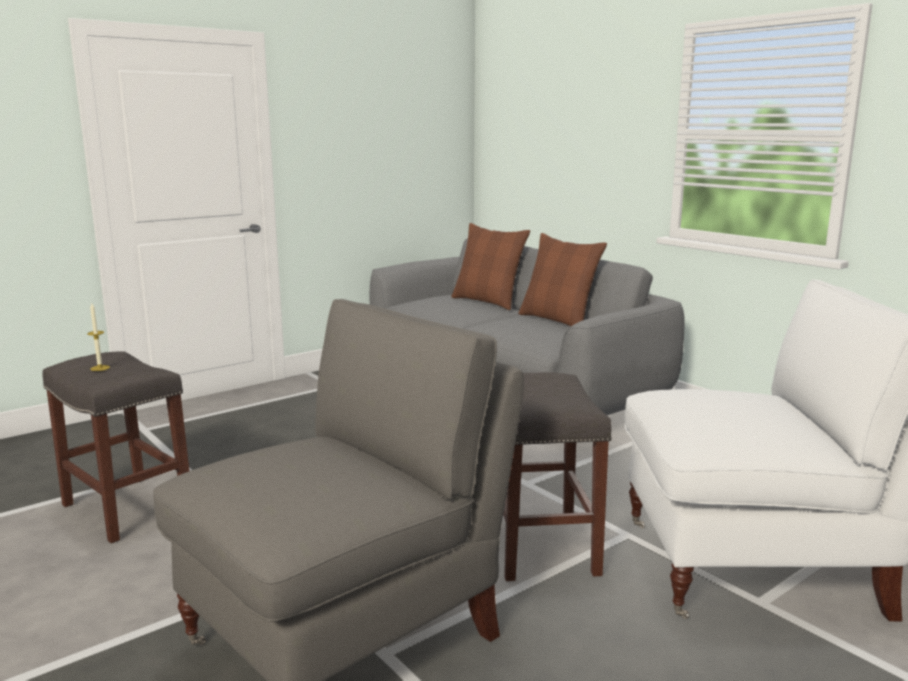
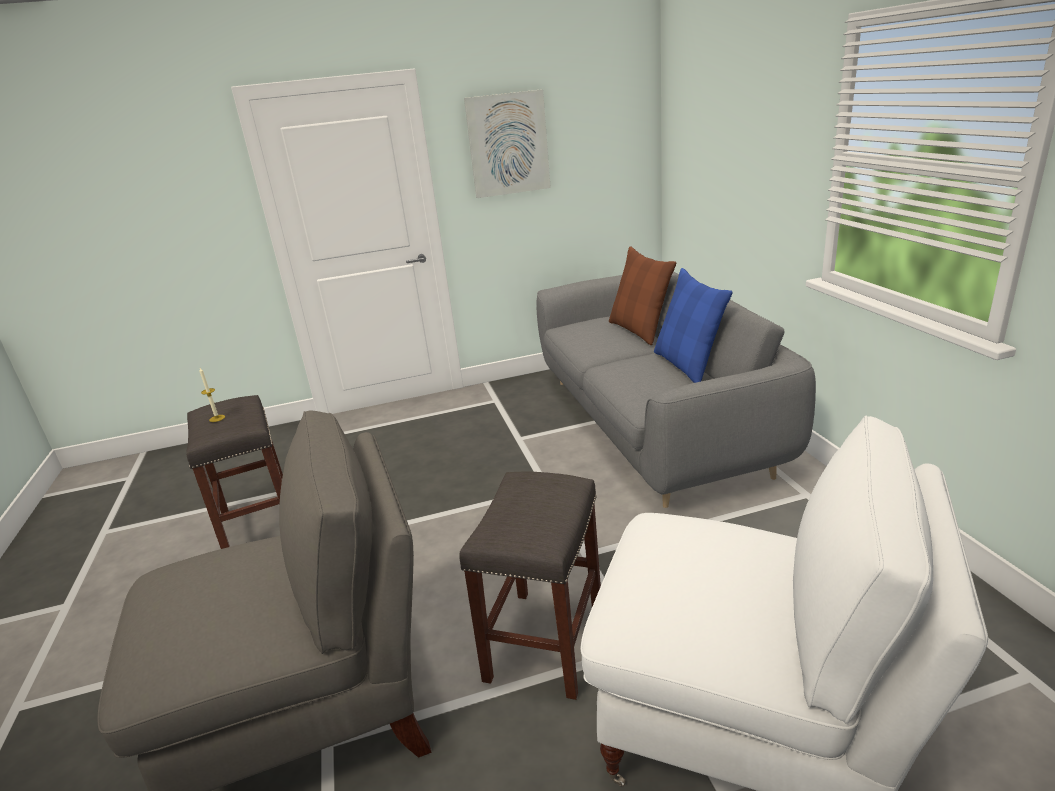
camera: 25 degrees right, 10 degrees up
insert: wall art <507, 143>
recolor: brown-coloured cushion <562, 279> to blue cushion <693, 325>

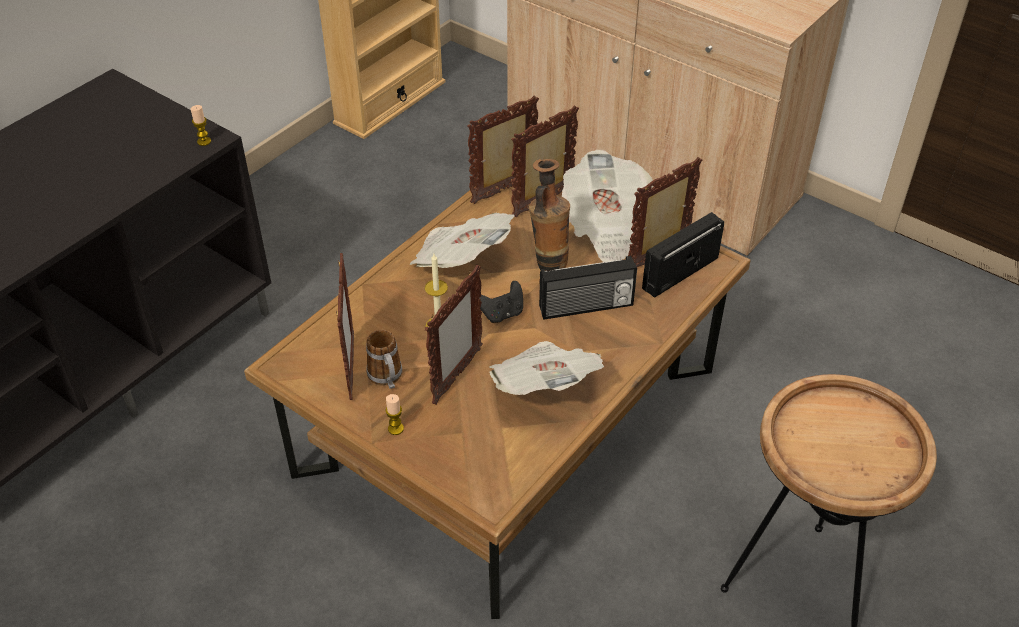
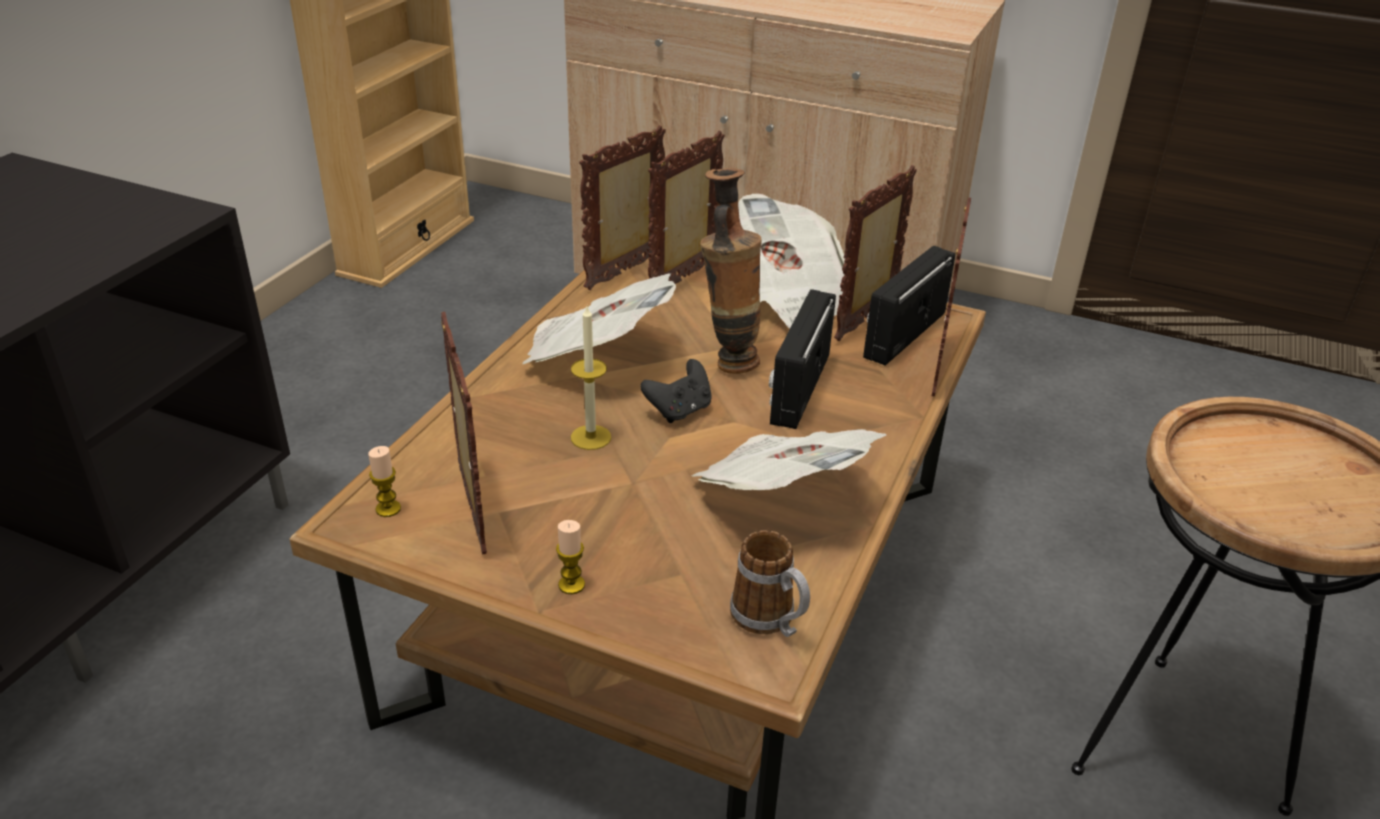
camera: 15 degrees left, 10 degrees down
move: wax candle <201, 125> to <384, 481>; standing frame <454, 334> to <951, 297>; coffee mug <384, 359> to <770, 583>
rotate: radio receiver <588, 288> = <802, 359> 135 degrees clockwise

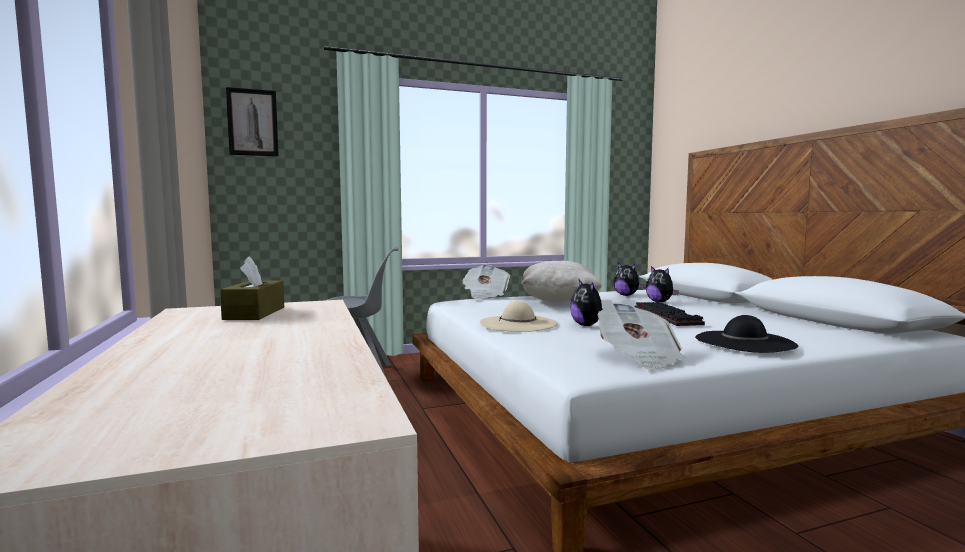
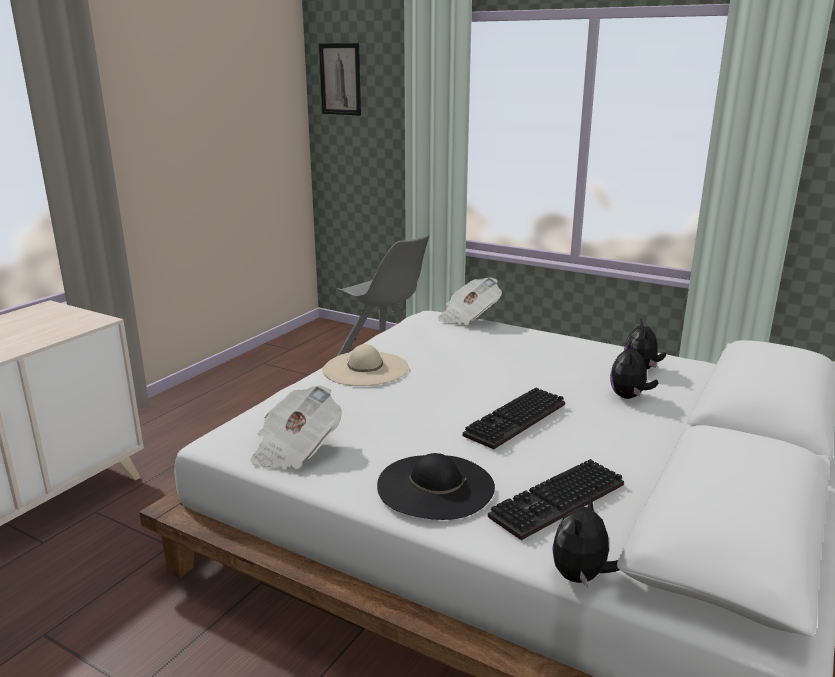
camera: 50 degrees right, 15 degrees up
delete: brown-coloured box of tissues <252, 288>; beige cushion <561, 281>
insert: PC keyboard <556, 499>
move: soft toy <586, 303> to <585, 540>

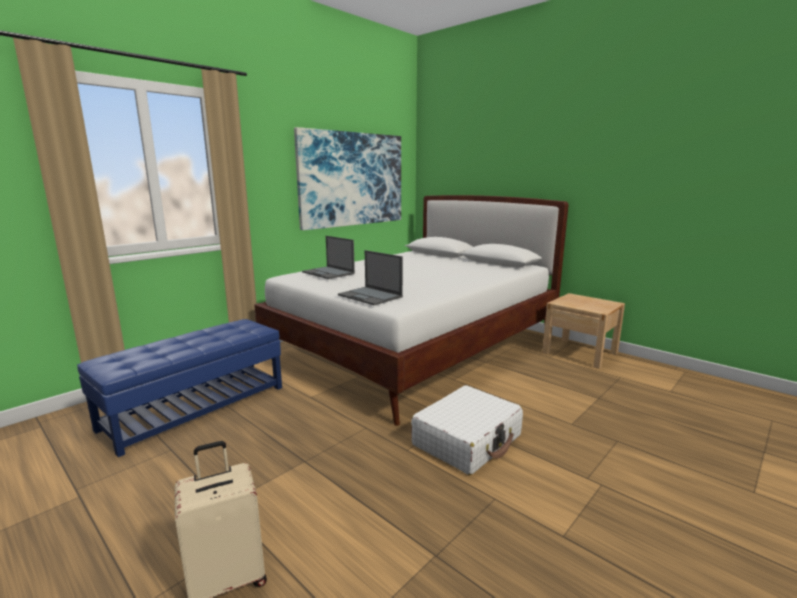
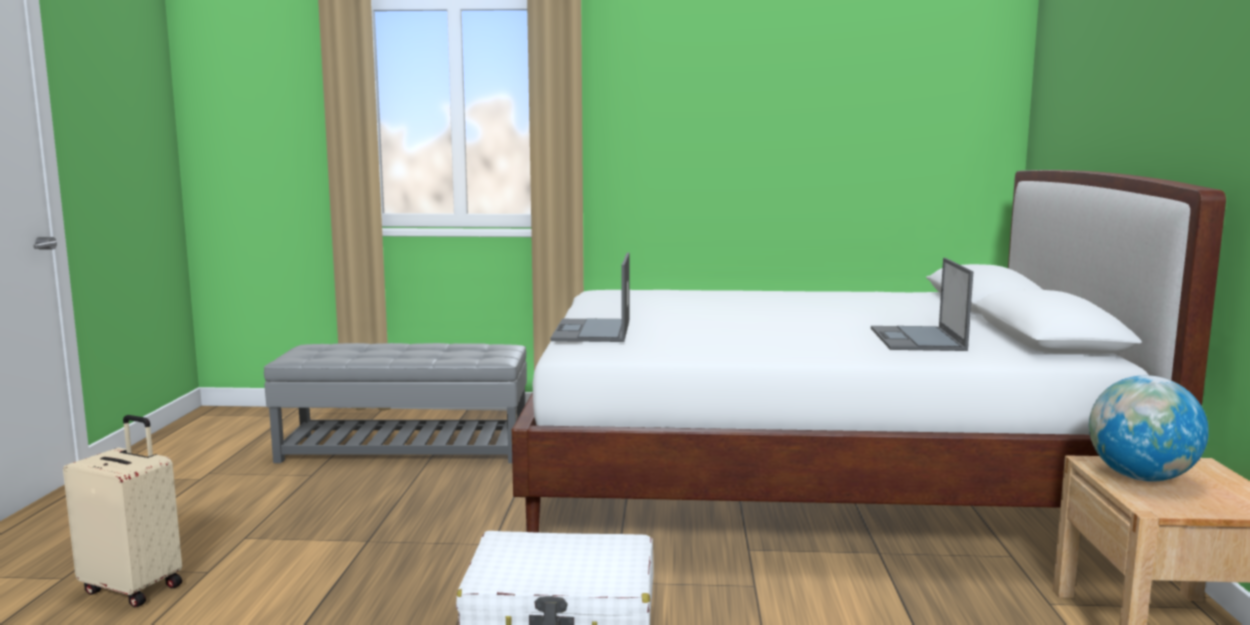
camera: 50 degrees right, 5 degrees down
delete: wall art <347, 178>
insert: desk globe <1149, 428>
move: notebook computer <328, 257> to <922, 304>
recolor: blue pouffe <179, 388> to grey pouffe <395, 403>

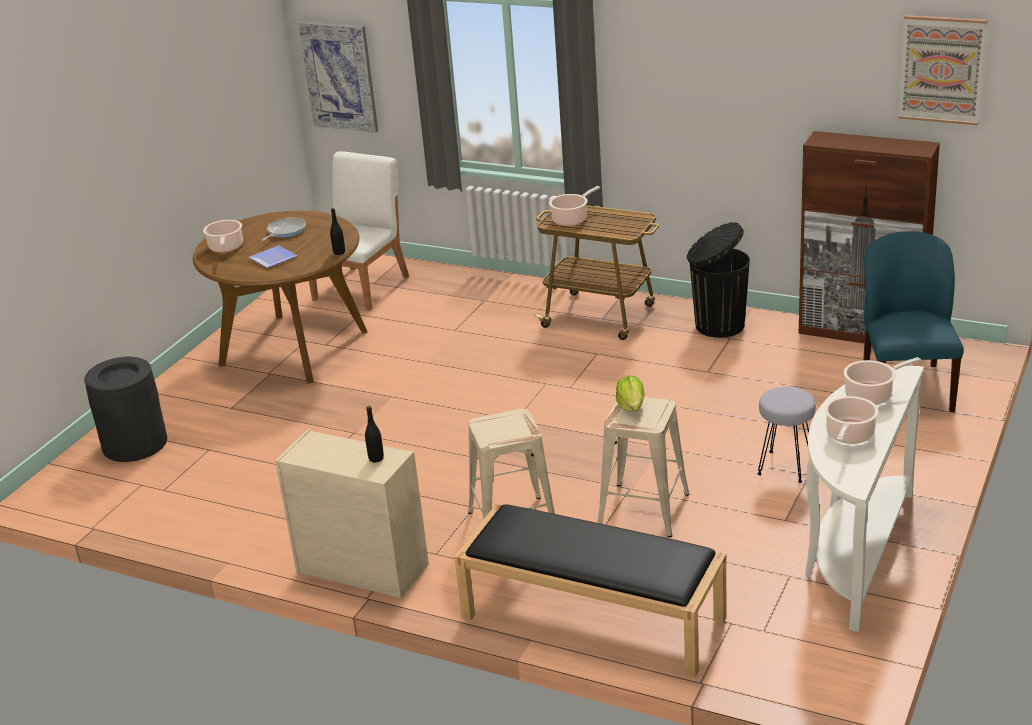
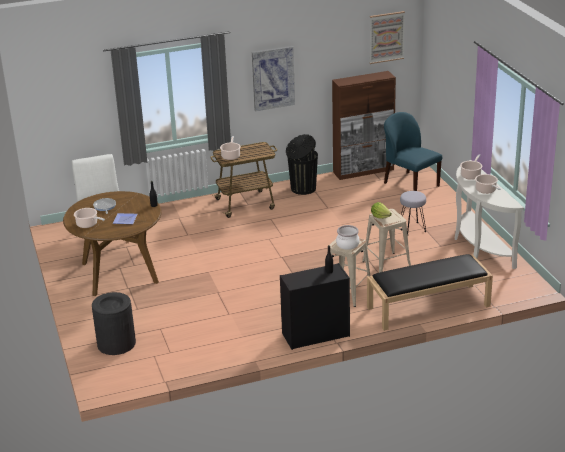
camera: 45 degrees left, 0 degrees up
insert: cooking pot <348, 237>
move: wall art <338, 77> to <273, 78>
recolor: beige chest of drawers <352, 514> to blackish chest of drawers <315, 306>

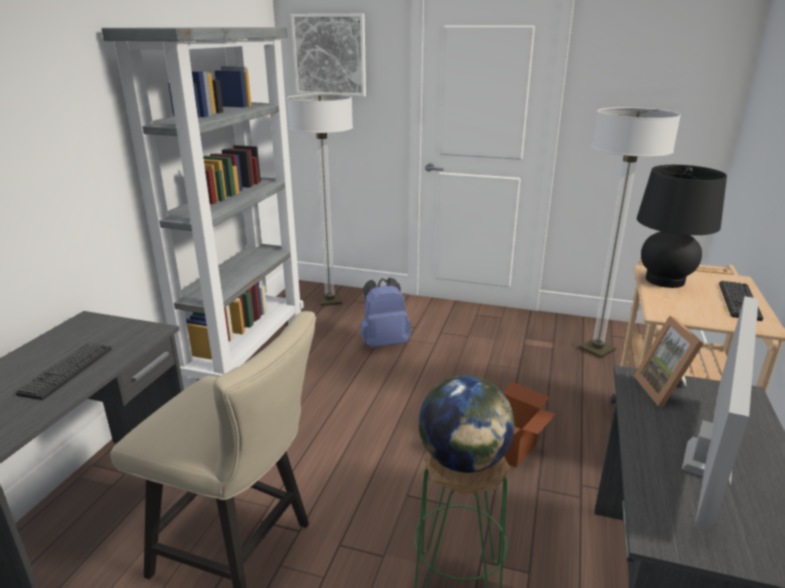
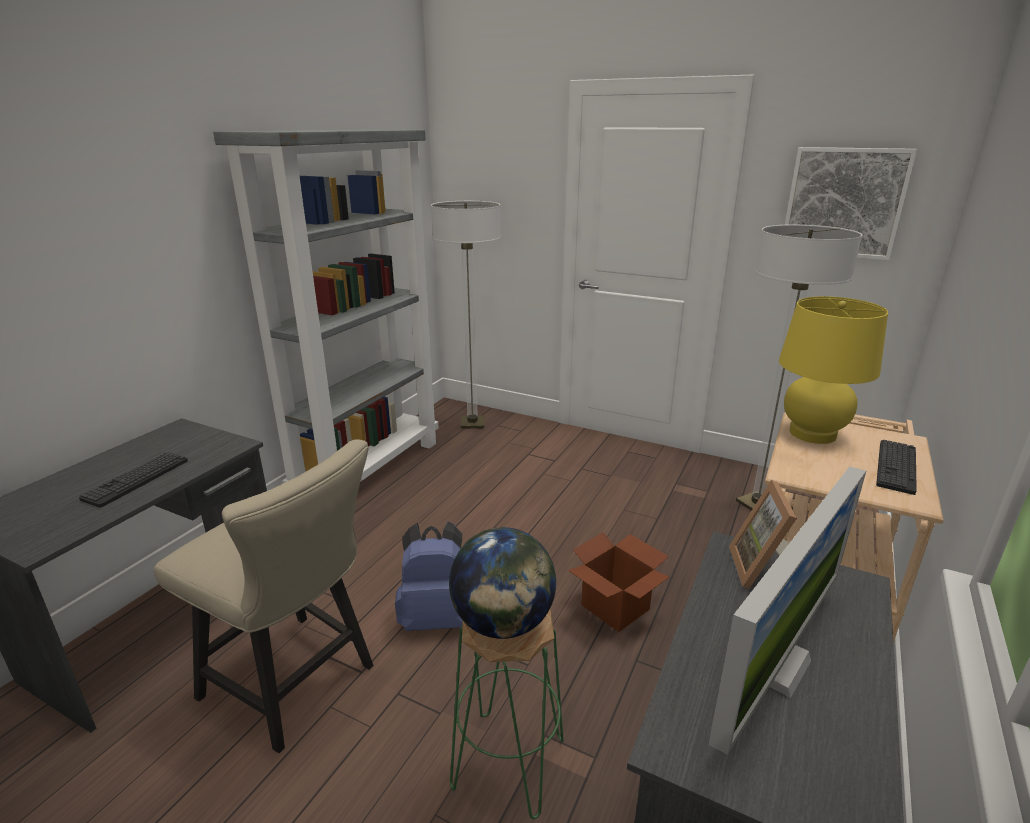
camera: 10 degrees right, 0 degrees up
move: wall art <328, 55> to <851, 203>; blue rucksack <386, 313> to <429, 576>
recolor: blackish tabletop lamp <682, 226> to yellow tabletop lamp <833, 370>

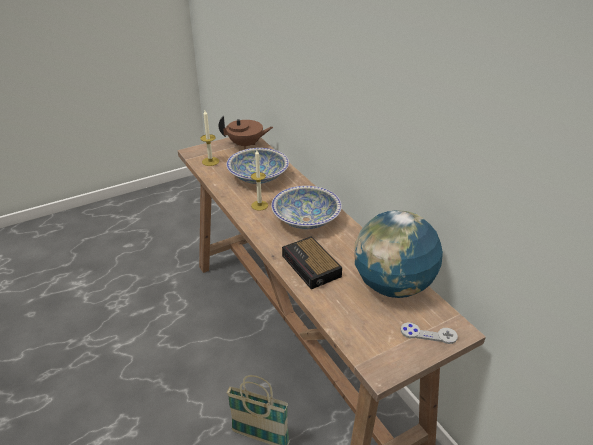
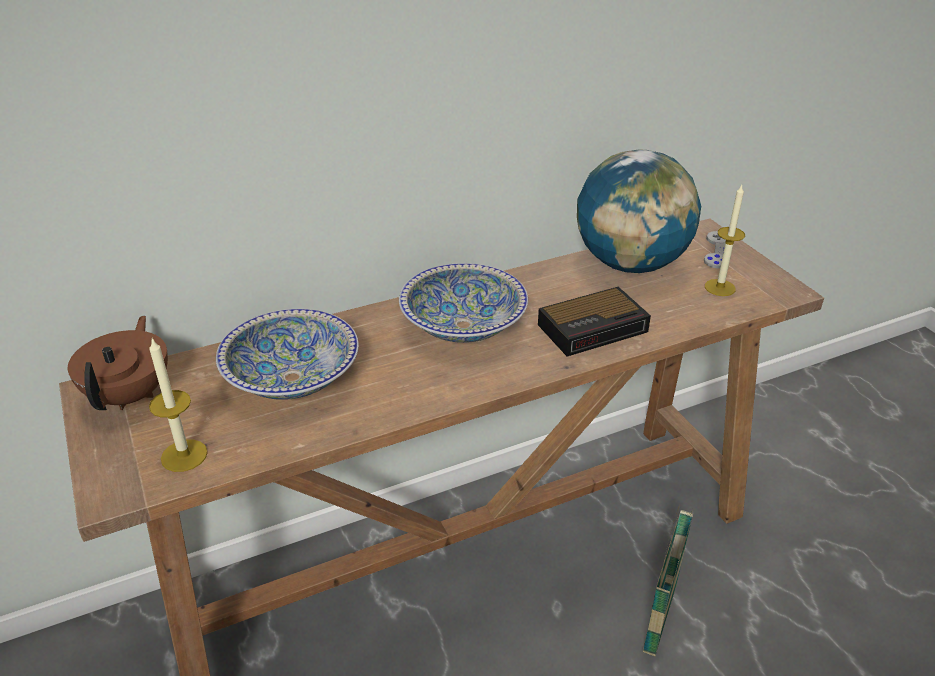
camera: 85 degrees left, 0 degrees up
move: wax candle <259, 180> to <725, 240>

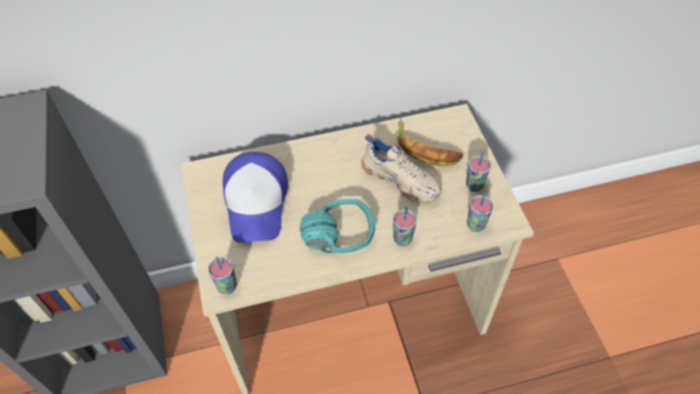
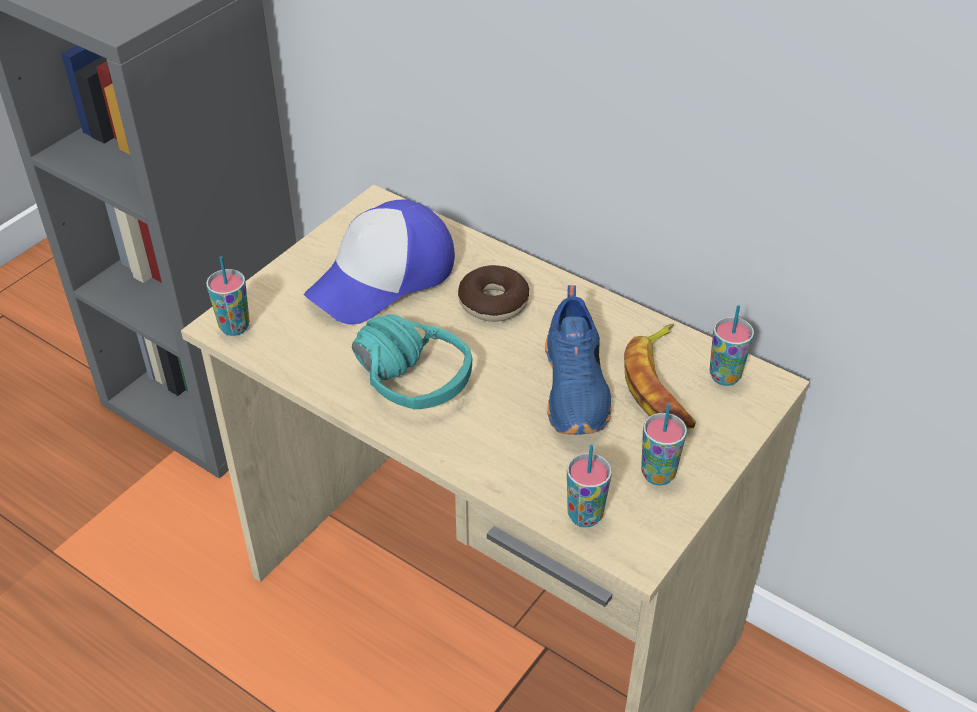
camera: 50 degrees right, 10 degrees down
insert: ring doughnut <493, 293>
move: drinking cup <405, 226> to <732, 345>
recolor: beige low shoe <401, 168> to blue low shoe <578, 360>

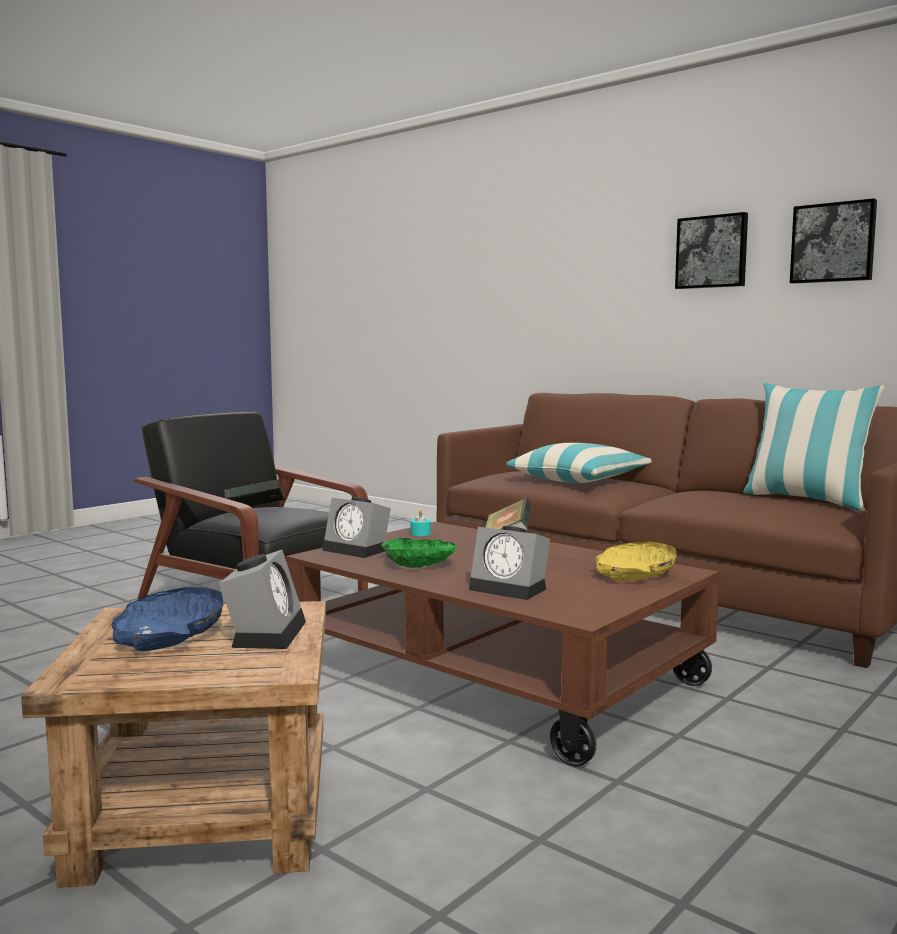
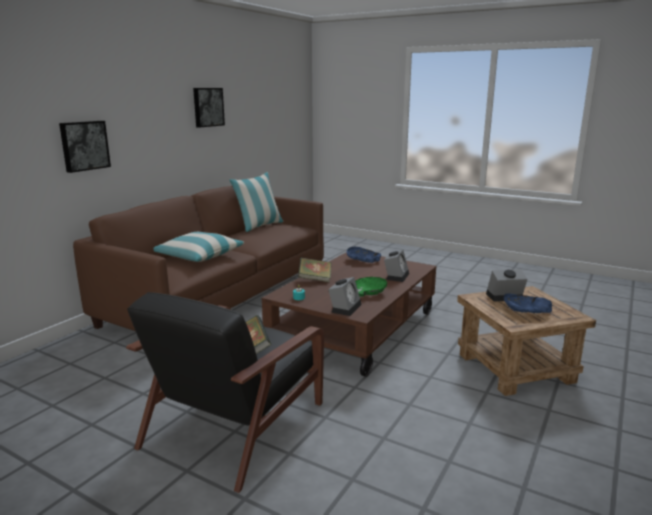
camera: 100 degrees left, 10 degrees up
move: wall art <711, 250> to <85, 147>
recolor: yellow deep dish <636, 561> to blue deep dish <364, 255>

